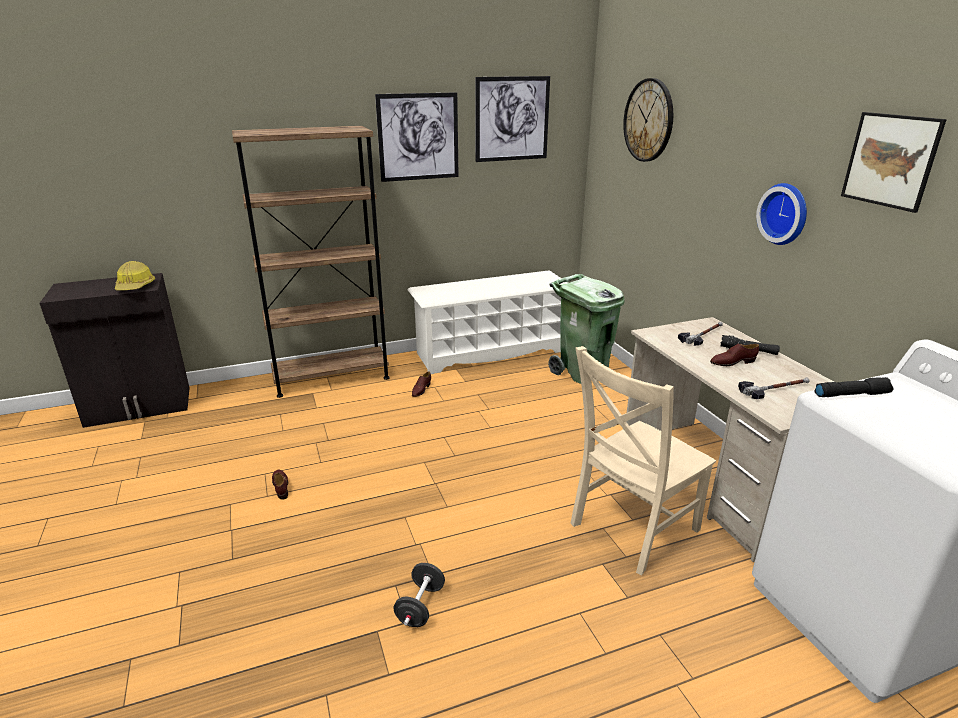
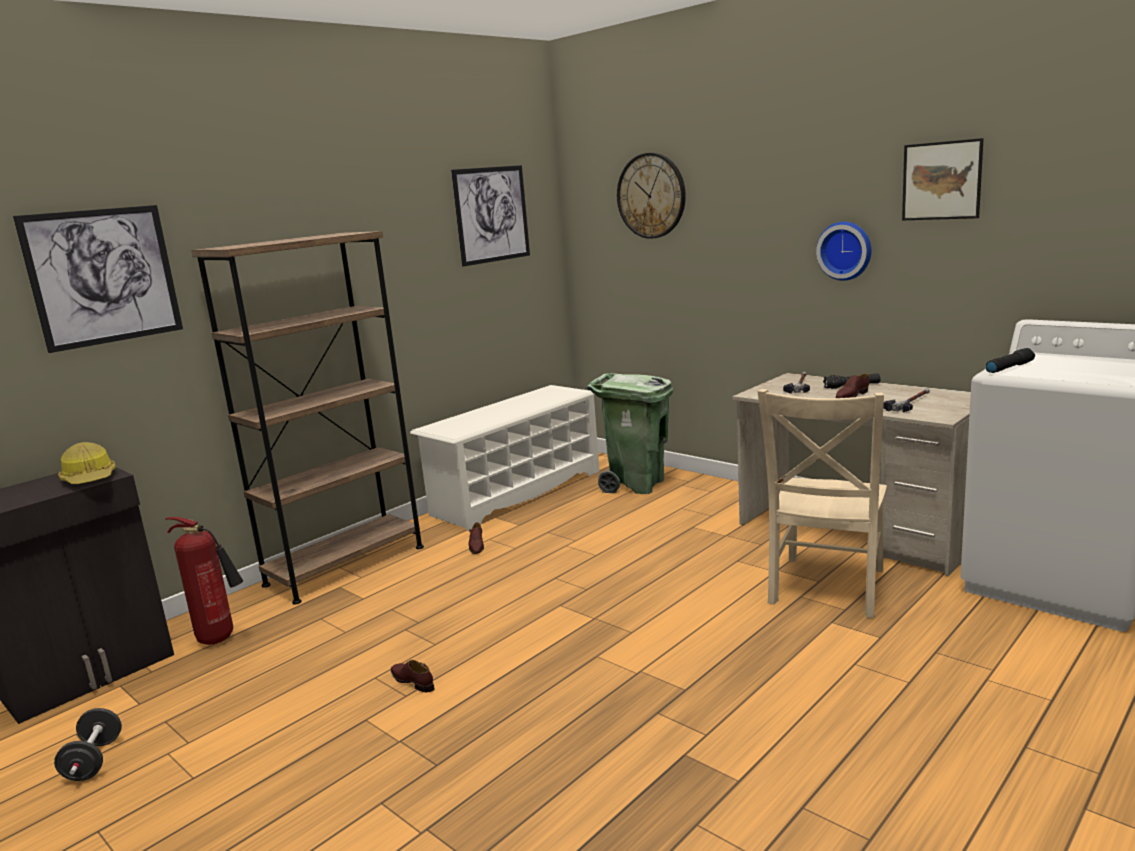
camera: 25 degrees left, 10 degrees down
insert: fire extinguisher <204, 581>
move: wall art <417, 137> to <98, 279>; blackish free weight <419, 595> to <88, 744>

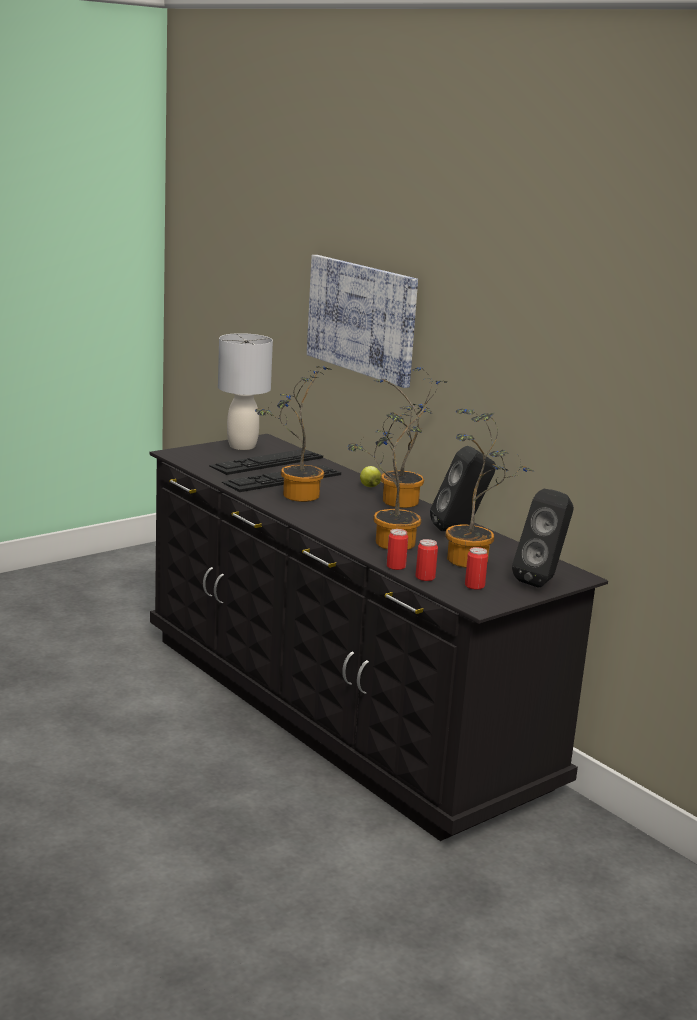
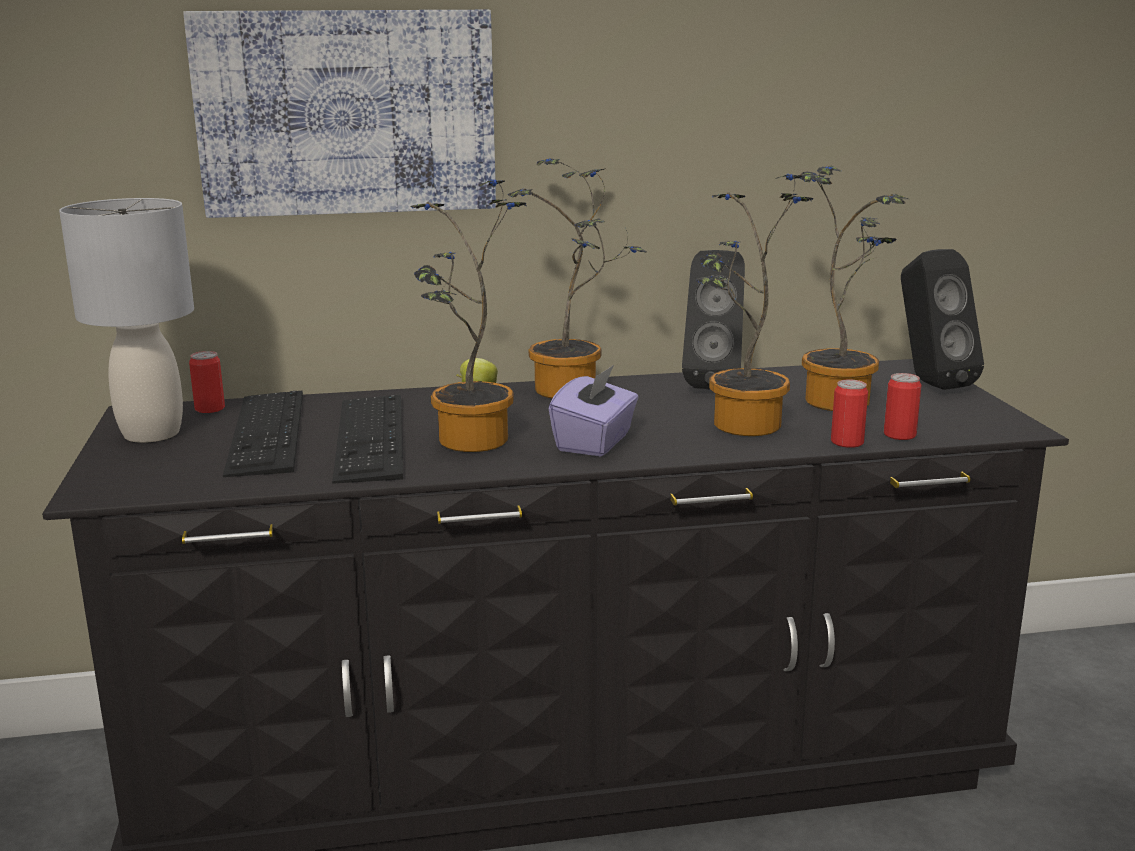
camera: 60 degrees left, 0 degrees up
insert: purplish box of tissues <594, 410>
move: sealed can <476, 568> to <207, 382>

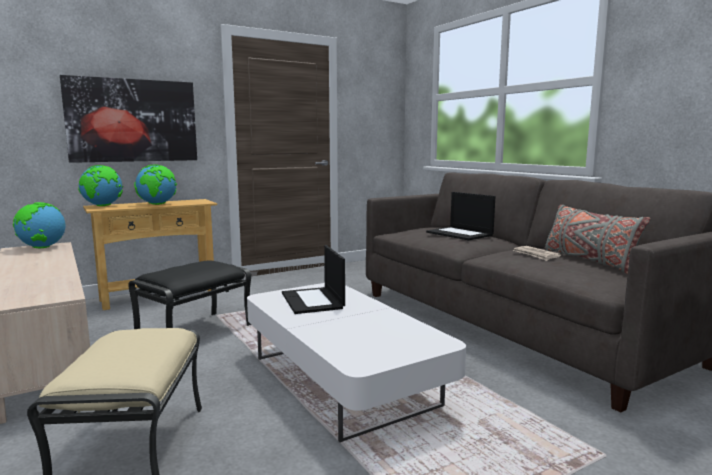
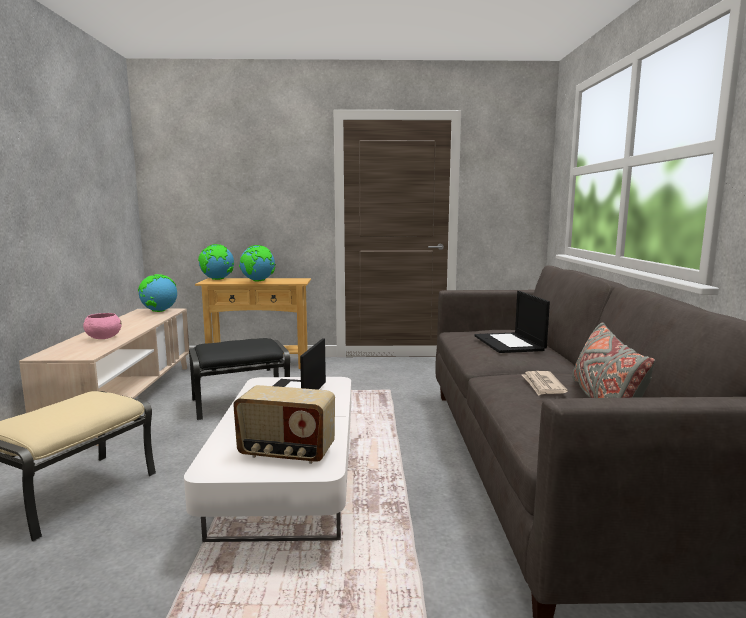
camera: 30 degrees right, 0 degrees up
delete: wall art <128, 119>
insert: pinkish deep dish <102, 326>; radio receiver <284, 424>

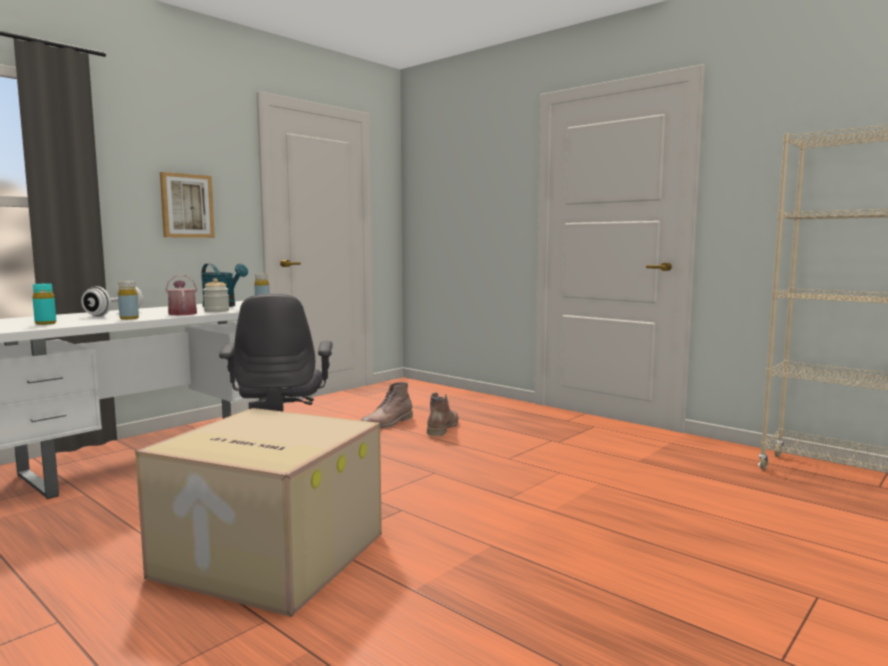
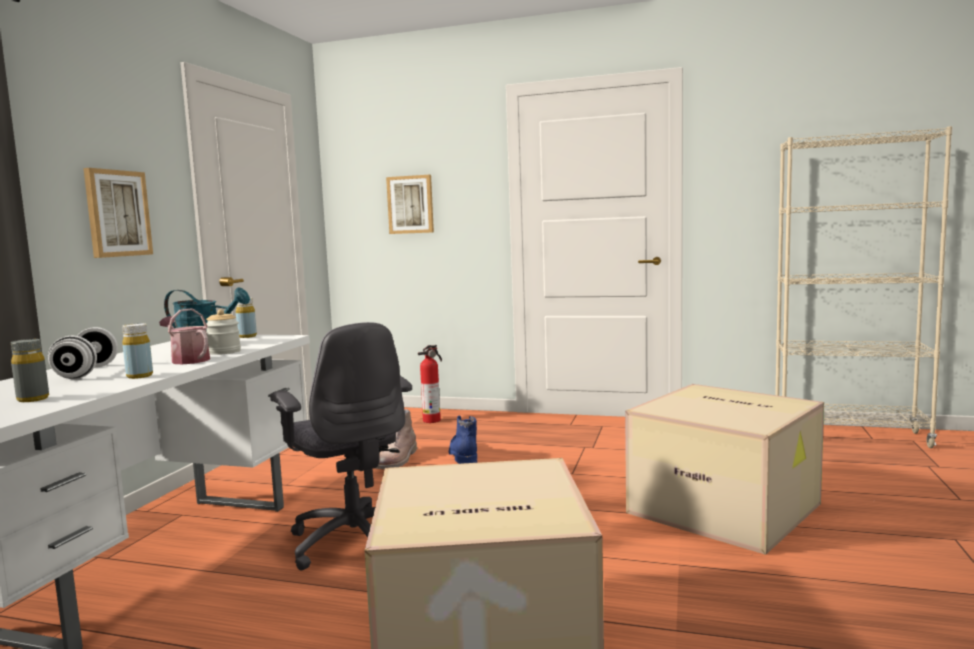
camera: 25 degrees left, 0 degrees up
insert: wall art <410, 204>; fire extinguisher <430, 384>; packing box <724, 469>
recolor: turquoise-coloured drink bottle <44, 304> to grey drink bottle <30, 370>; brown-coloured high-top boot <443, 414> to blue high-top boot <463, 440>

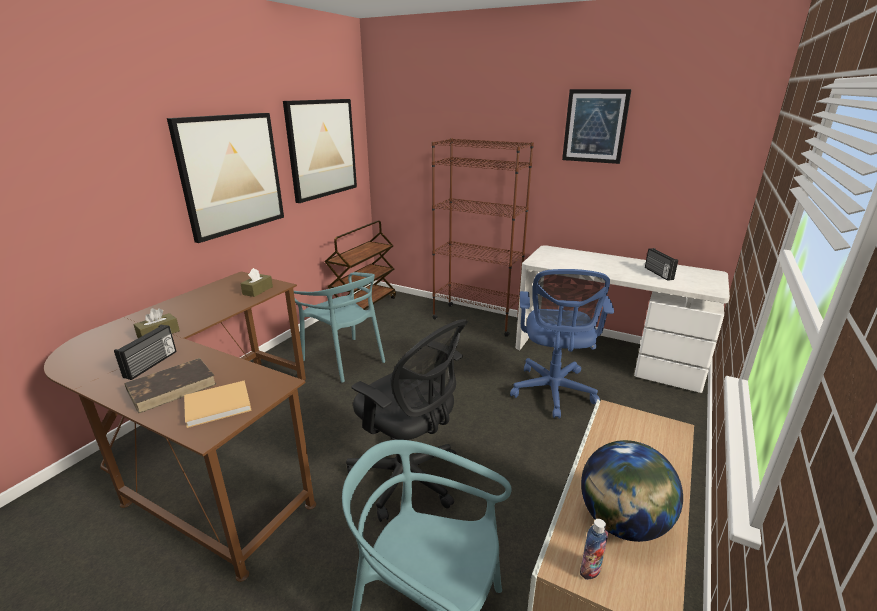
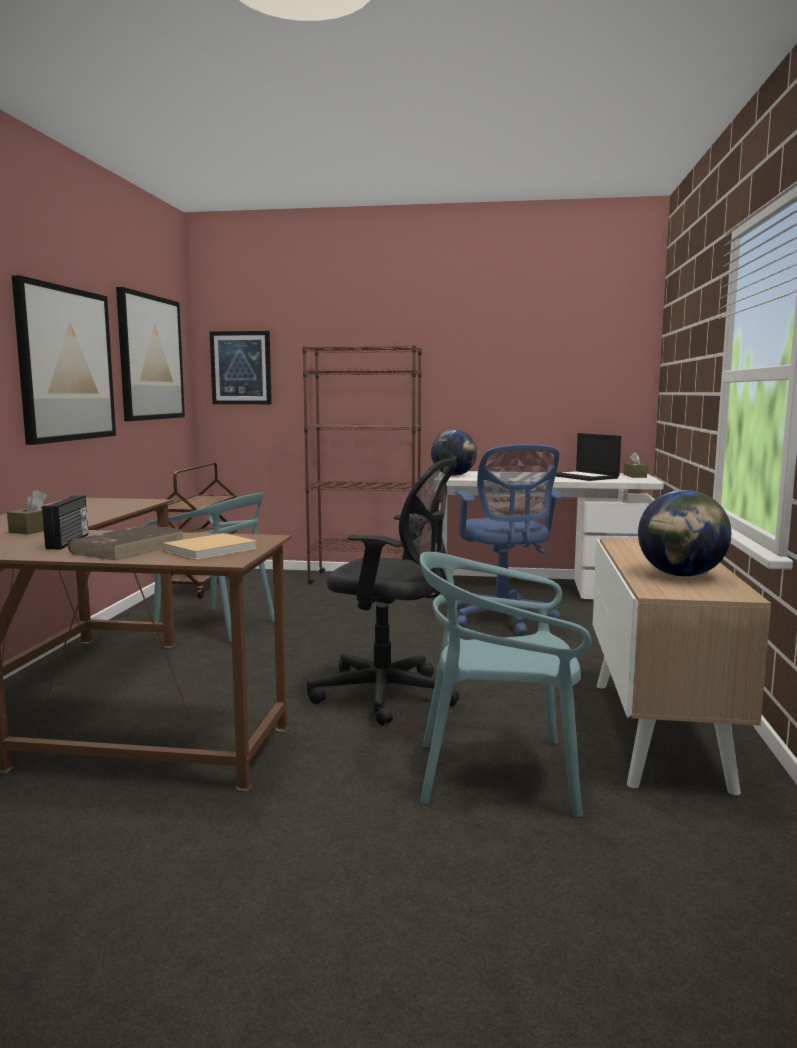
camera: 20 degrees left, 15 degrees down
delete: drink bottle <594, 549>
insert: desk globe <454, 453>
move: wall art <597, 126> to <240, 367>; brown-coloured box of tissues <256, 282> to <636, 465>
replace: radio receiver <661, 264> to notebook computer <588, 457>

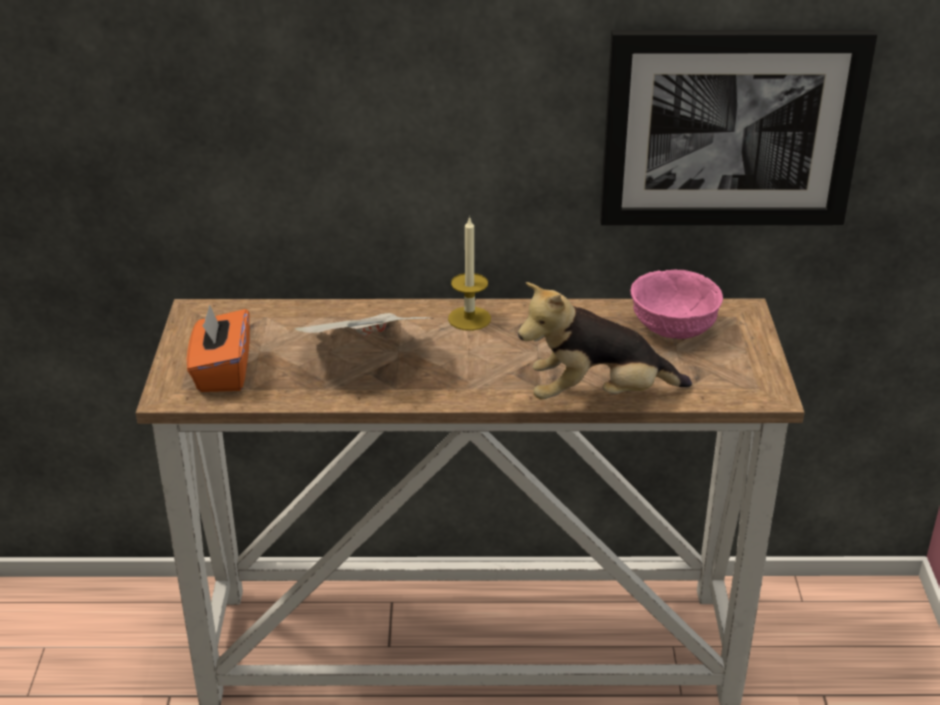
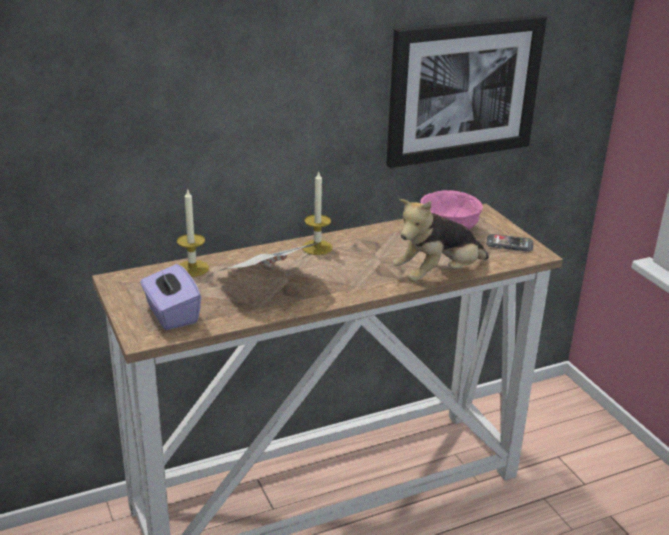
camera: 25 degrees left, 5 degrees down
insert: wax candle <193, 232>; handset <509, 243>
recolor: orange-coloured box of tissues <218, 348> to purplish box of tissues <170, 297>

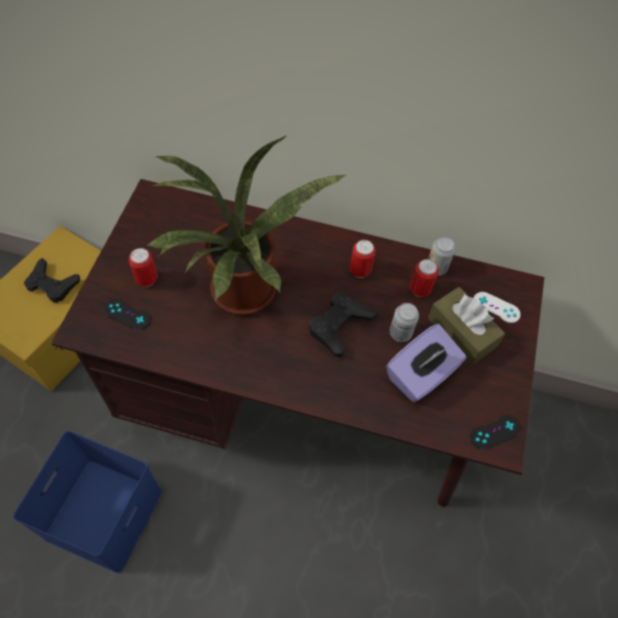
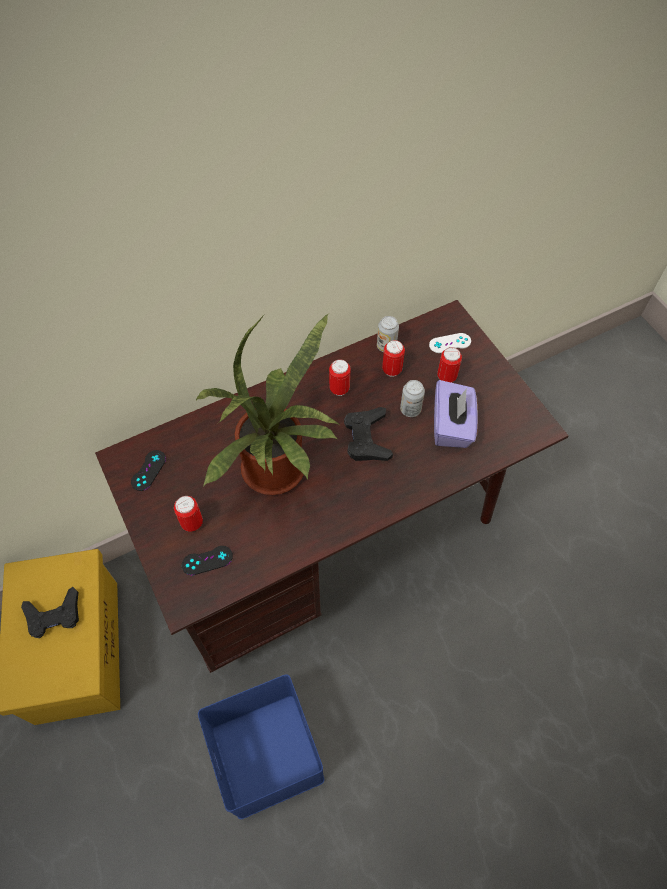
camera: 40 degrees left, 0 degrees up
move: blackish gamepad <495, 432> to <148, 470>
replace: brown-coloured box of tissues <466, 326> to sealed can <449, 365>

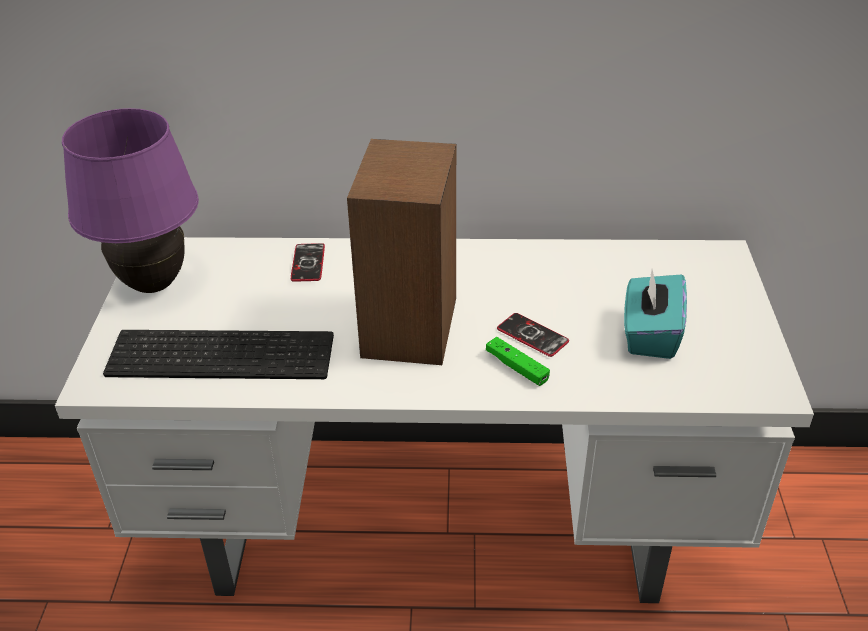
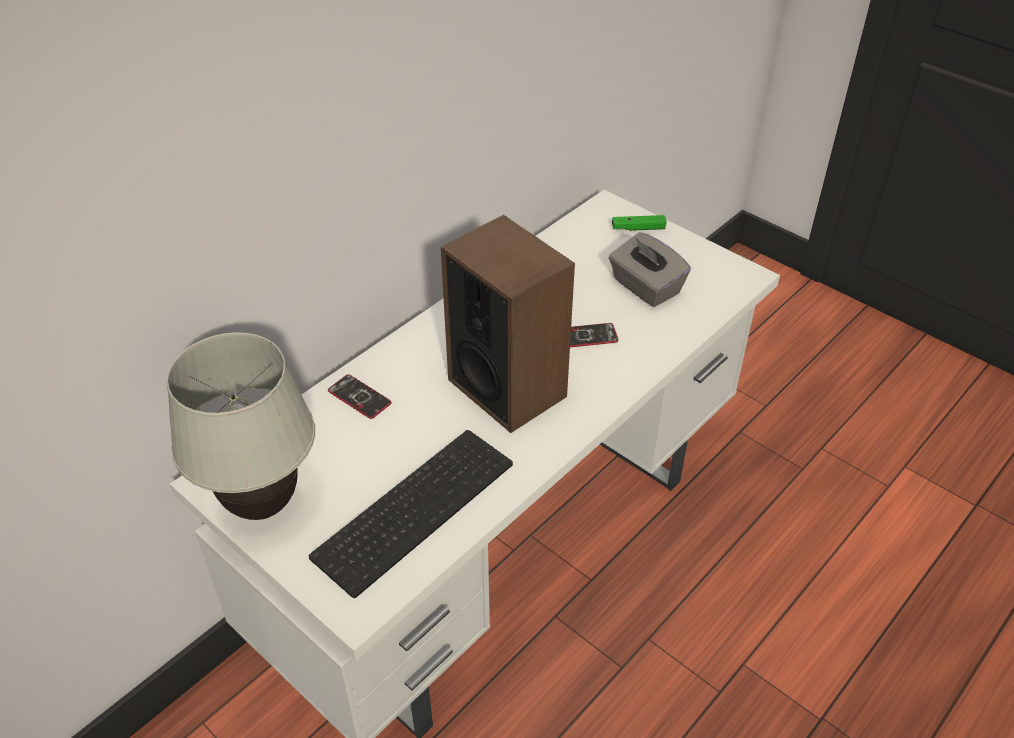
camera: 50 degrees left, 5 degrees up
move: green-coloured gamepad <518, 361> to <639, 223>
recolor: purplish tabletop lamp <130, 200> to whitish tabletop lamp <240, 426>; turquoise-coloured box of tissues <655, 314> to grey box of tissues <650, 269>

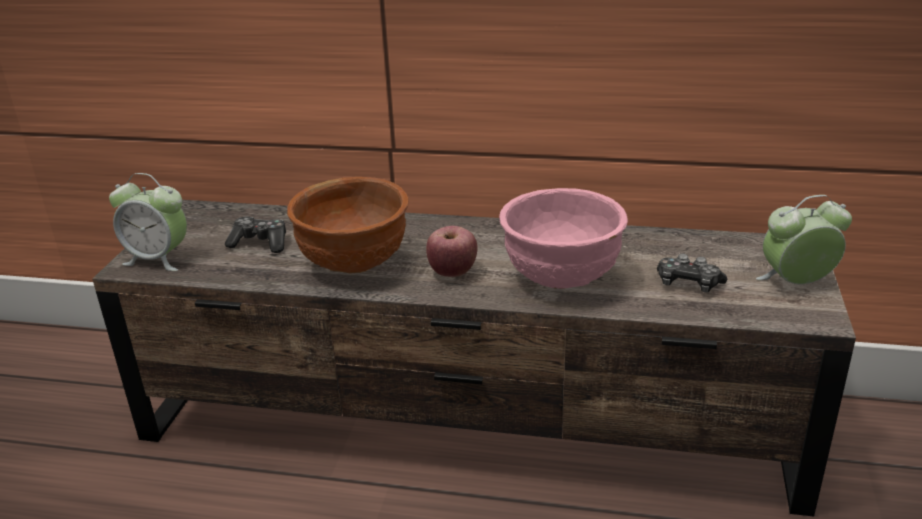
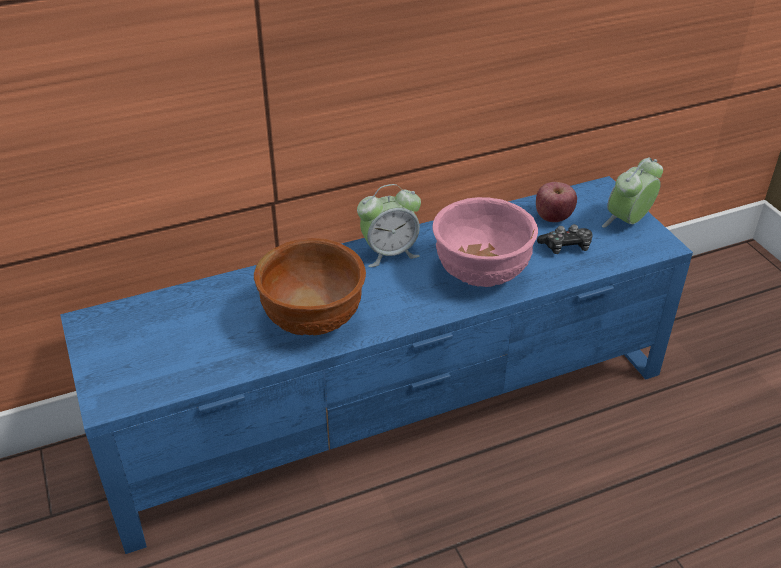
camera: 35 degrees left, 10 degrees up
delete: gamepad <255, 235>
move: alarm clock <148, 222> to <389, 225>; apple fruit <452, 251> to <556, 202>
recolor: brown-coloured tv stand <474, 358> to blue tv stand <376, 365>

